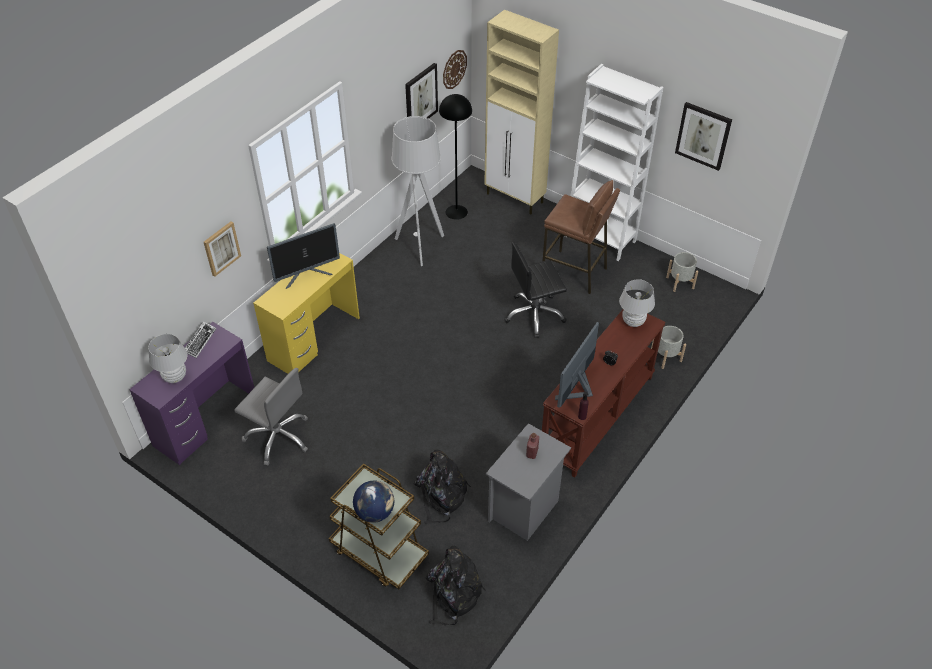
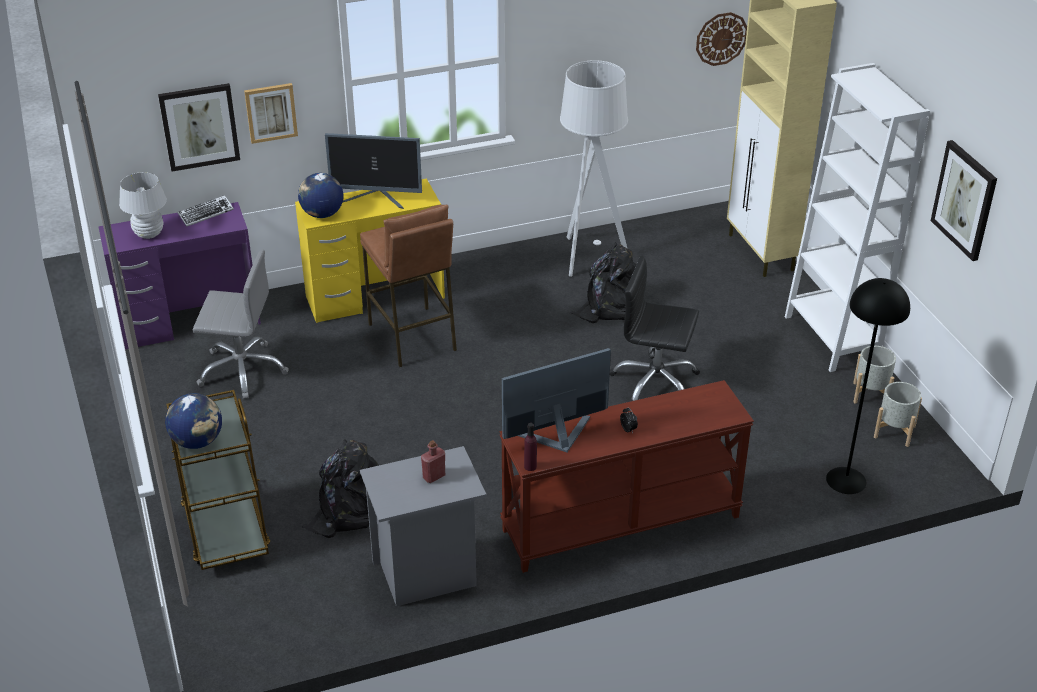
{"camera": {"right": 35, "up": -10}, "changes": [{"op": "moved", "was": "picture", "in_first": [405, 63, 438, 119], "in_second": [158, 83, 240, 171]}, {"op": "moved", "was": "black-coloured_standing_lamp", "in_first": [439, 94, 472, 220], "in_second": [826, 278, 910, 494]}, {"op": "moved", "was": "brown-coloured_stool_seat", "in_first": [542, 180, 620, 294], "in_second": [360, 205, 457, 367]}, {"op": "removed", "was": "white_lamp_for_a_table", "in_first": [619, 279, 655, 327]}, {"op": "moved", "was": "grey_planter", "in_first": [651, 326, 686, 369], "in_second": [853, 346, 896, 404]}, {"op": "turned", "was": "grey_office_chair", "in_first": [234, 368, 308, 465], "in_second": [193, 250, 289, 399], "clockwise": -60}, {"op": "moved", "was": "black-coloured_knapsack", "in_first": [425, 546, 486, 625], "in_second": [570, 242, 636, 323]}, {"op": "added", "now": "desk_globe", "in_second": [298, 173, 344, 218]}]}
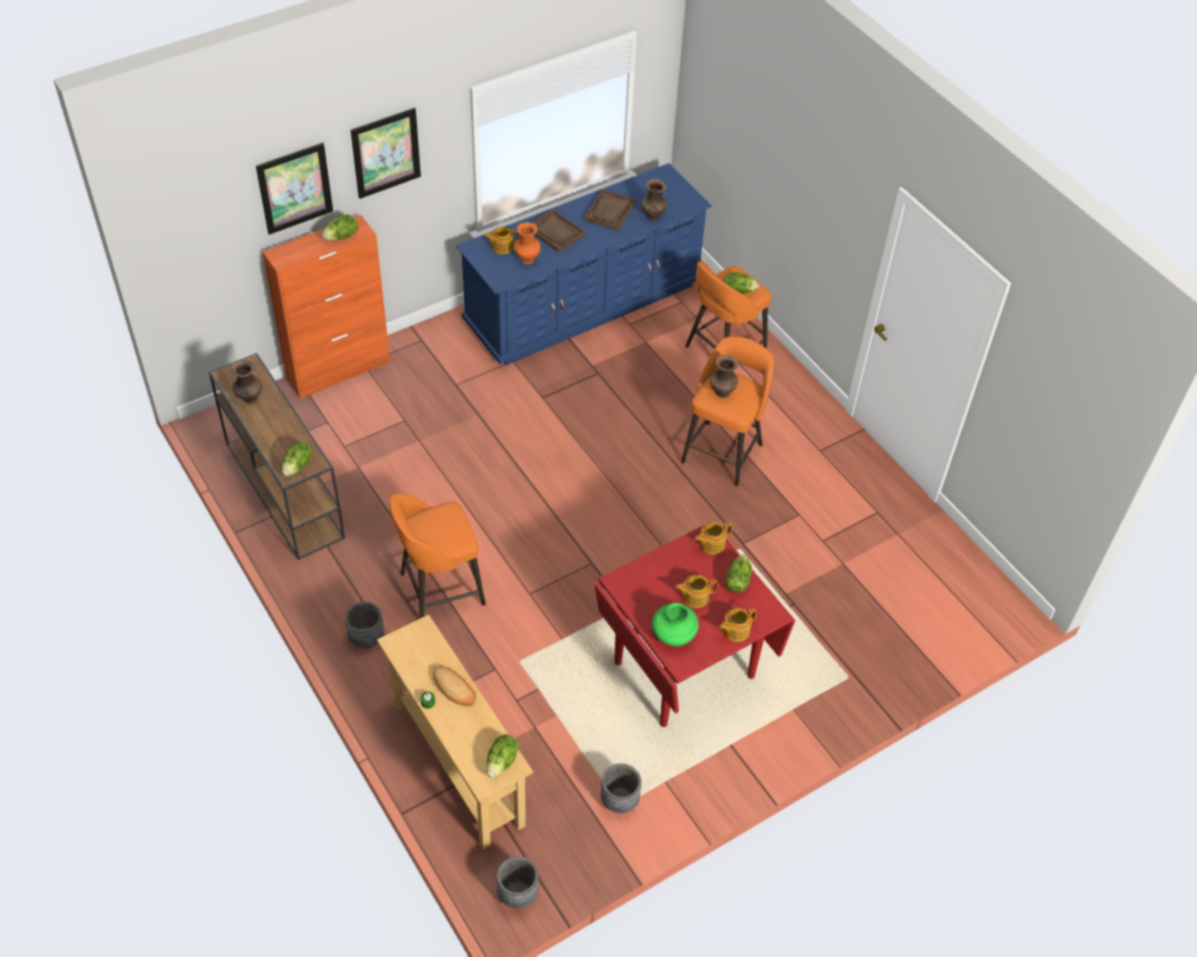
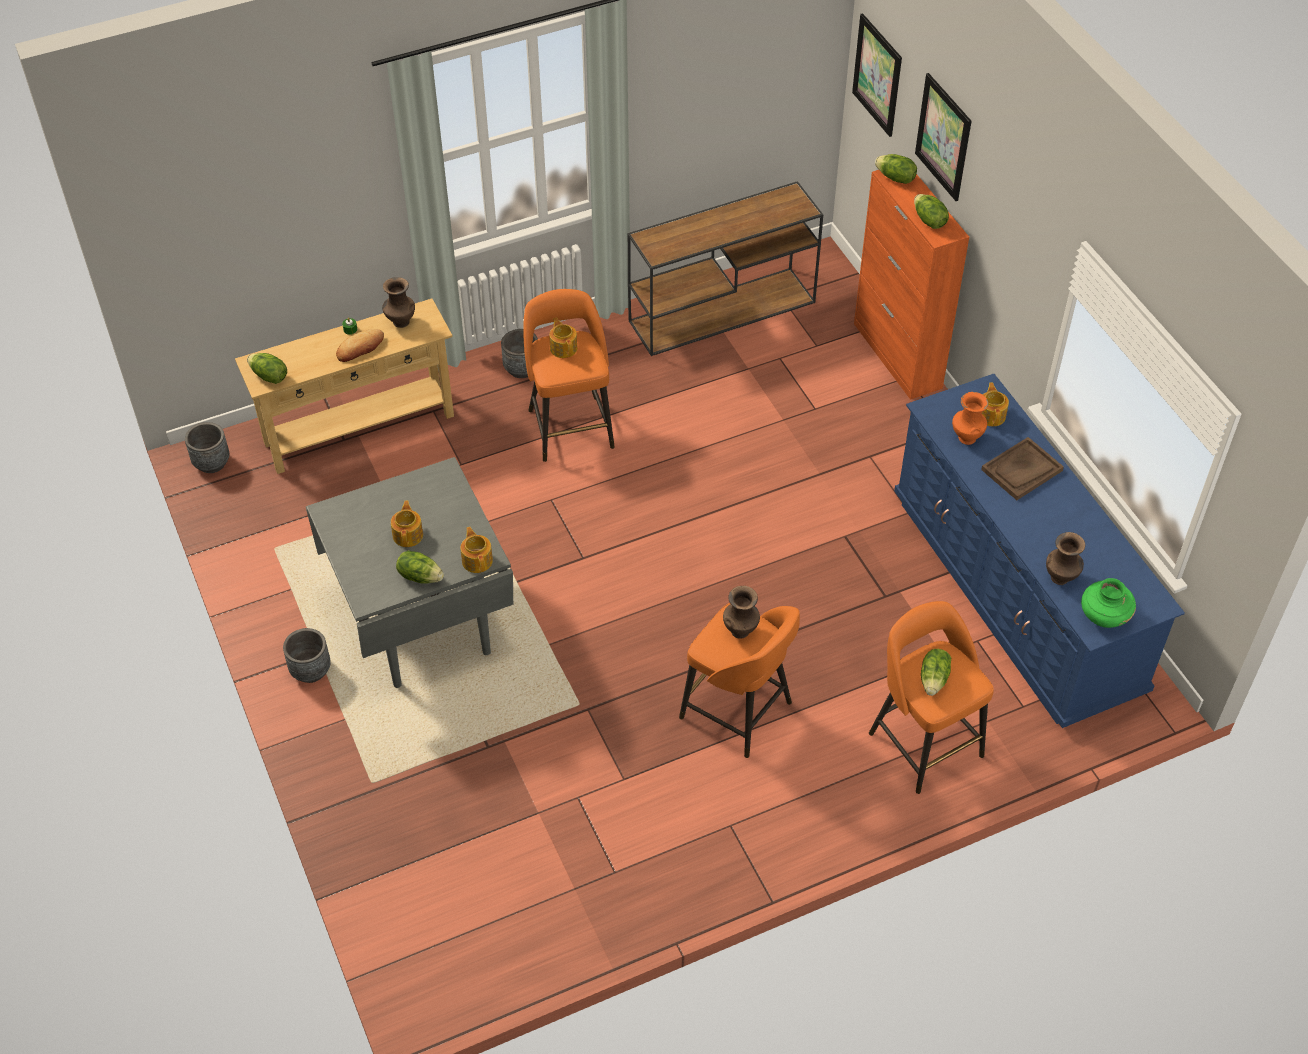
{"camera": {"right": 100, "up": 0}, "changes": [{"op": "moved", "was": "picture", "in_first": [351, 108, 421, 199], "in_second": [852, 13, 902, 137]}, {"op": "removed", "was": "brown-coloured_carrying_tray", "in_first": [584, 189, 636, 231]}, {"op": "moved", "was": "brown-coloured_flower_vase", "in_first": [231, 360, 262, 404], "in_second": [382, 277, 415, 328]}, {"op": "moved", "was": "lettuce", "in_first": [282, 441, 312, 476], "in_second": [875, 154, 917, 184]}, {"op": "recoloured", "was": "reddish_dinner_table", "now": "grey_dinner_table", "in_first": [594, 522, 795, 727], "in_second": [306, 457, 513, 688]}, {"op": "moved", "was": "greenish_flower_vase", "in_first": [652, 603, 699, 646], "in_second": [1081, 578, 1136, 628]}, {"op": "moved", "was": "pot_for_tea", "in_first": [719, 608, 757, 642], "in_second": [549, 318, 577, 358]}, {"op": "moved", "was": "grey_planter", "in_first": [601, 763, 641, 813], "in_second": [283, 628, 331, 683]}]}
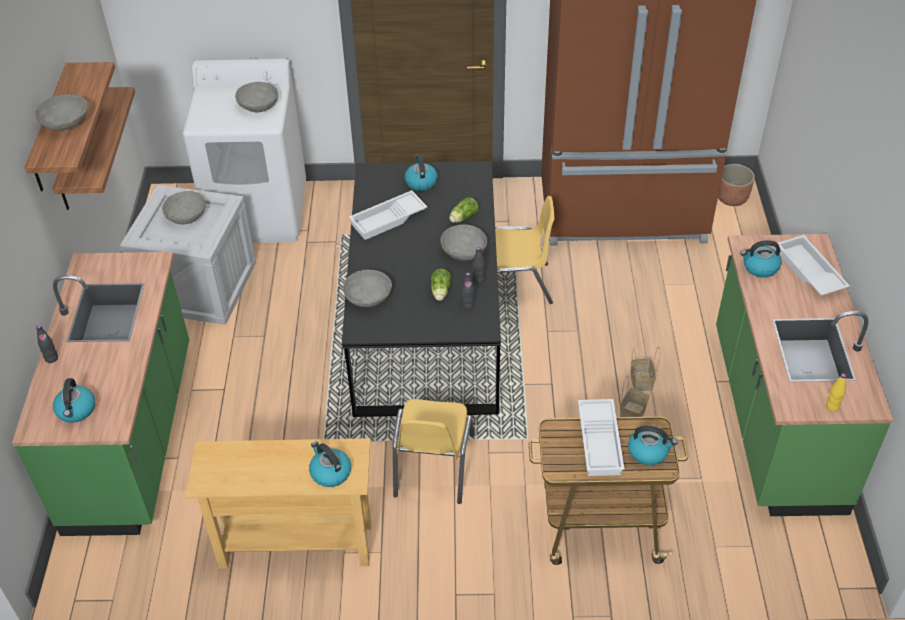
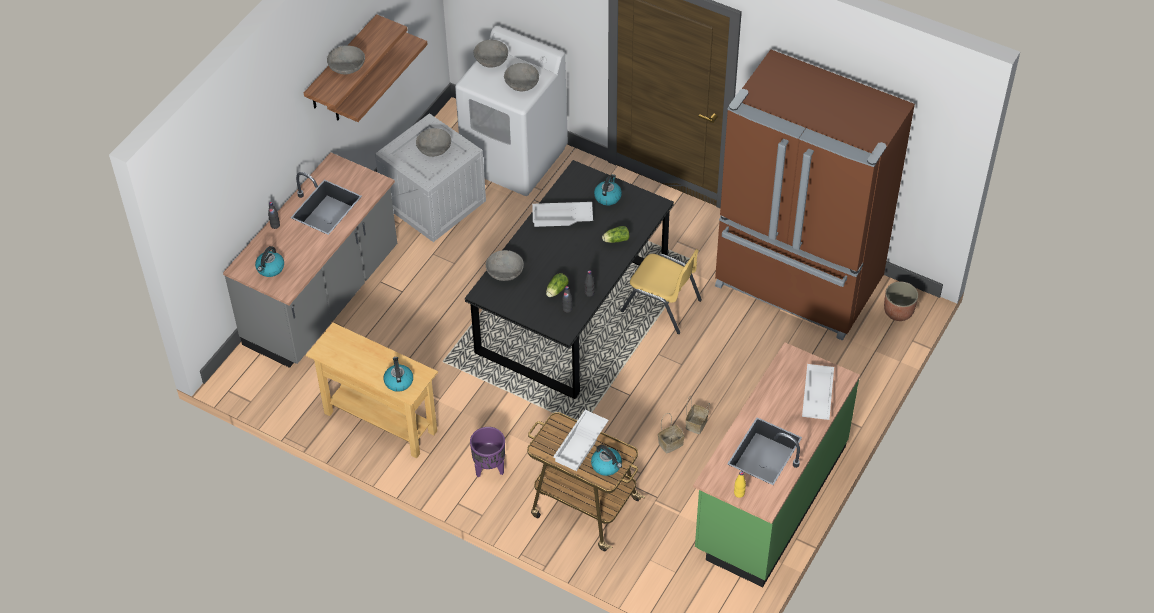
{"camera": {"right": 30, "up": 5}, "changes": [{"op": "moved", "was": "grey_serving_bowl", "in_first": [441, 225, 487, 261], "in_second": [473, 40, 508, 68]}, {"op": "removed", "was": "tea_kettle", "in_first": [740, 240, 782, 278]}, {"op": "recoloured", "was": "greenish_kitchen_counter", "now": "grey_kitchen_counter", "in_first": [12, 252, 189, 536], "in_second": [223, 152, 397, 368]}, {"op": "removed", "was": "yellowish_upright_chair", "in_first": [393, 399, 474, 504]}, {"op": "added", "now": "purple-coloured_planter", "in_second": [470, 427, 505, 477]}]}
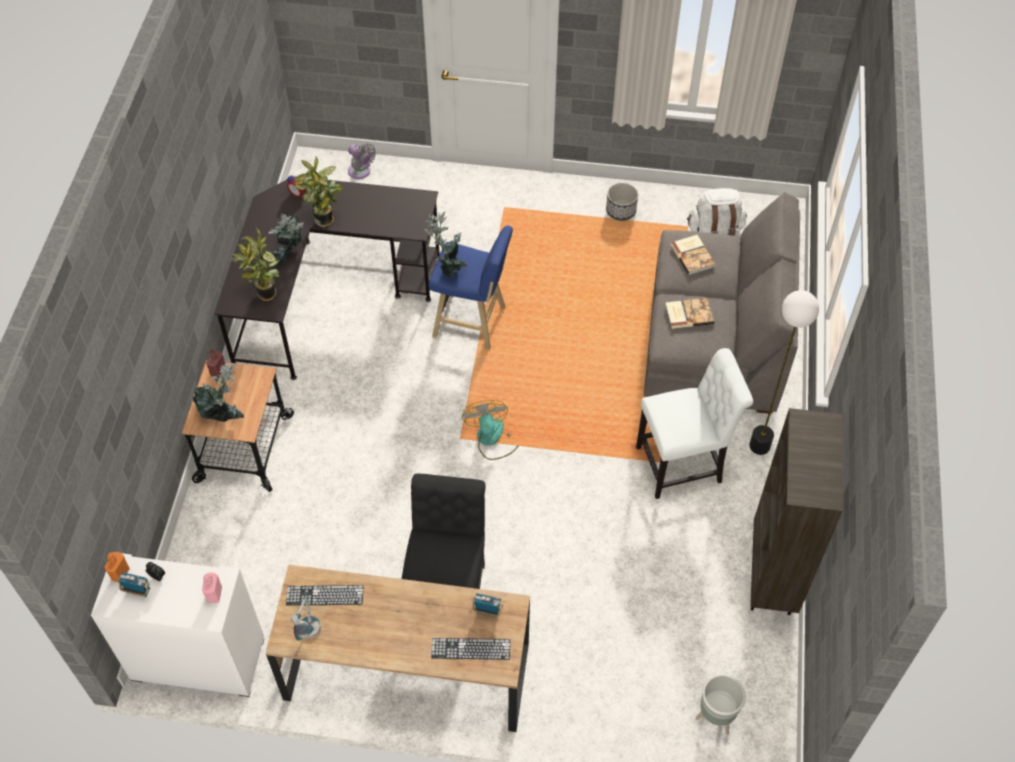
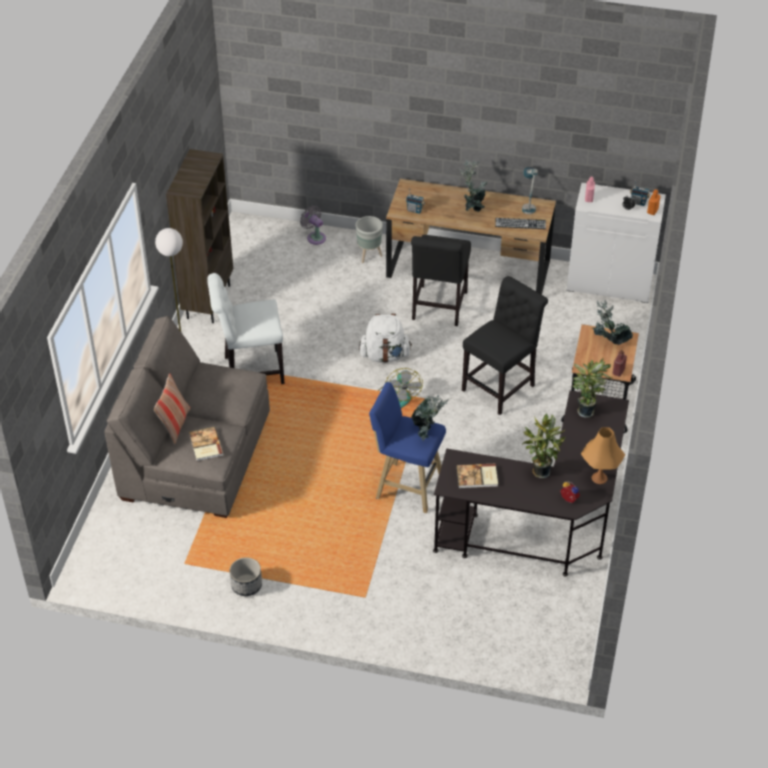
{"camera": {"right": -175, "up": -10}, "changes": [{"op": "moved", "was": "grey_cooling_fan", "in_first": [348, 143, 376, 179], "in_second": [300, 206, 326, 245]}, {"op": "moved", "was": "white_knapsack", "in_first": [687, 188, 747, 236], "in_second": [359, 314, 412, 363]}, {"op": "moved", "was": "potted_plant", "in_first": [269, 214, 304, 260], "in_second": [459, 159, 488, 212]}, {"op": "moved", "was": "volume", "in_first": [665, 298, 714, 329], "in_second": [456, 464, 498, 488]}, {"op": "removed", "was": "computer_keyboard", "in_first": [431, 638, 510, 660]}, {"op": "moved", "was": "grey_planter", "in_first": [696, 674, 746, 735], "in_second": [355, 216, 383, 263]}, {"op": "added", "now": "black-coloured_upright_chair", "in_second": [462, 276, 548, 415]}, {"op": "added", "now": "pillow", "in_second": [154, 373, 190, 445]}, {"op": "added", "now": "orange_lamp_for_a_table", "in_second": [581, 427, 625, 484]}]}
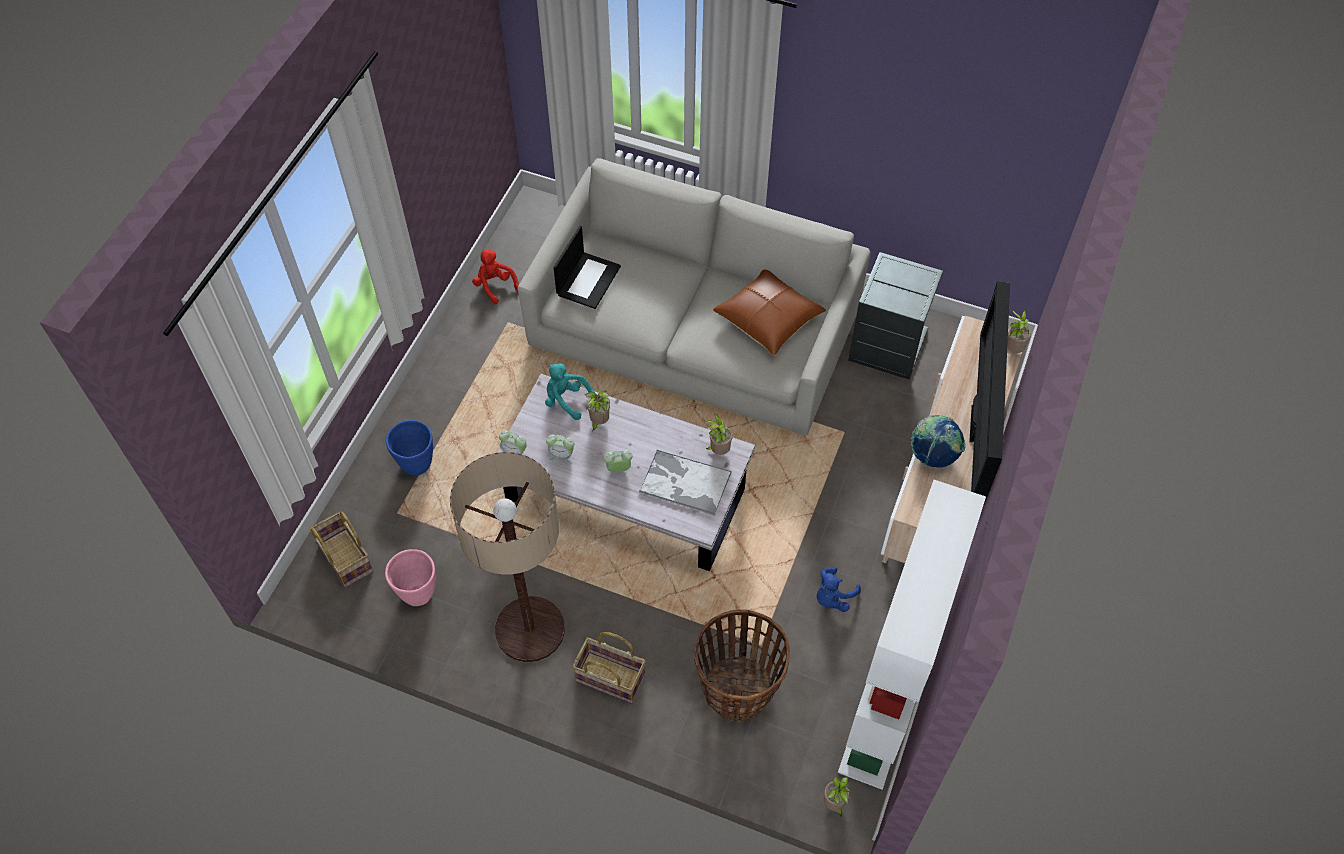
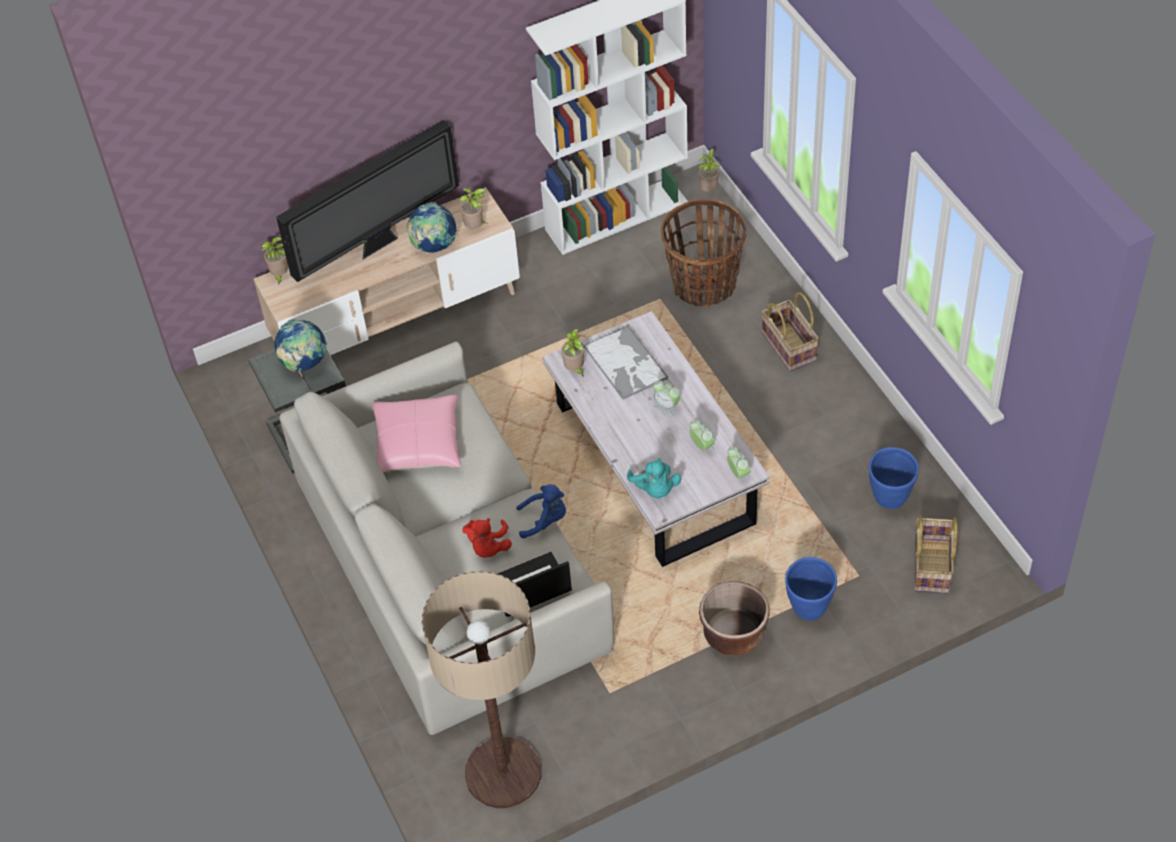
{"camera": {"right": -135, "up": -5}, "changes": [{"op": "moved", "was": "reddish_cuddly_toy", "in_first": [472, 249, 519, 304], "in_second": [463, 518, 512, 558]}, {"op": "recoloured", "was": "brown-coloured_pillow", "now": "pink-coloured_pillow", "in_first": [713, 270, 826, 356], "in_second": [372, 395, 461, 472]}, {"op": "moved", "was": "potted_plant", "in_first": [585, 390, 610, 431], "in_second": [460, 188, 486, 229]}, {"op": "moved", "was": "standing_lamp", "in_first": [450, 452, 565, 662], "in_second": [422, 571, 541, 808]}, {"op": "recoloured", "was": "pink-coloured_planter", "now": "blue_planter", "in_first": [385, 549, 436, 606], "in_second": [869, 447, 919, 509]}, {"op": "moved", "was": "blue_cuddly_toy", "in_first": [816, 567, 861, 612], "in_second": [516, 484, 566, 538]}, {"op": "added", "now": "desk_globe", "in_second": [274, 319, 327, 372]}, {"op": "added", "now": "brown-coloured_planter", "in_second": [699, 581, 770, 655]}]}
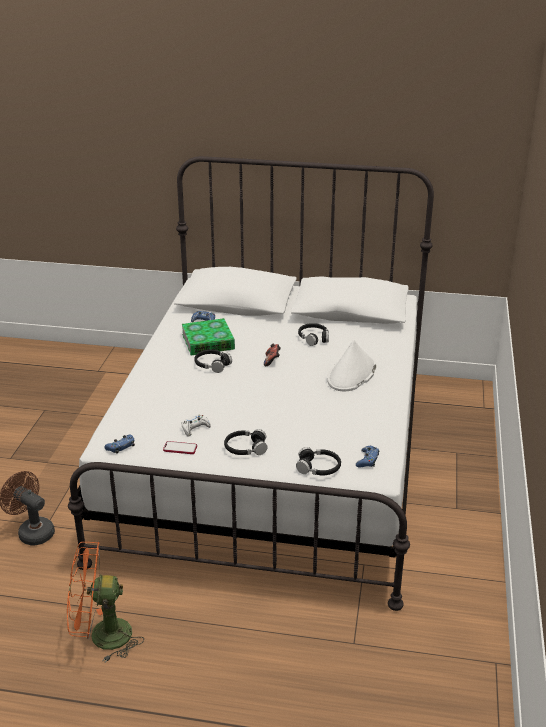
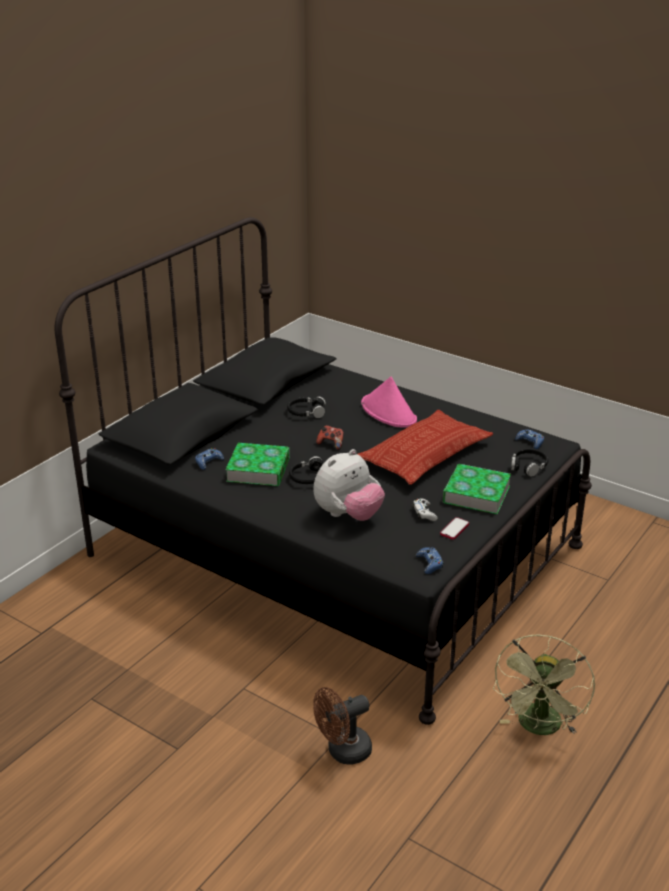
{"camera": {"right": -65, "up": 0}, "changes": [{"op": "recoloured", "was": "white_sleeping_bed", "now": "black-coloured_sleeping_bed", "in_first": [68, 156, 434, 611], "in_second": [54, 217, 592, 725]}, {"op": "recoloured", "was": "white_wearable_hat", "now": "pink-coloured_wearable_hat", "in_first": [327, 340, 376, 391], "in_second": [361, 377, 417, 428]}, {"op": "replaced", "was": "black-coloured_headphones", "now": "volume", "in_first": [224, 429, 268, 455], "in_second": [443, 464, 511, 514]}, {"op": "recoloured", "was": "orange_cooling_fan", "now": "greenish_cooling_fan", "in_first": [67, 541, 144, 662], "in_second": [493, 634, 595, 735]}, {"op": "added", "now": "pillow", "in_second": [357, 410, 493, 485]}, {"op": "added", "now": "cuddly_toy", "in_second": [313, 449, 385, 521]}]}
